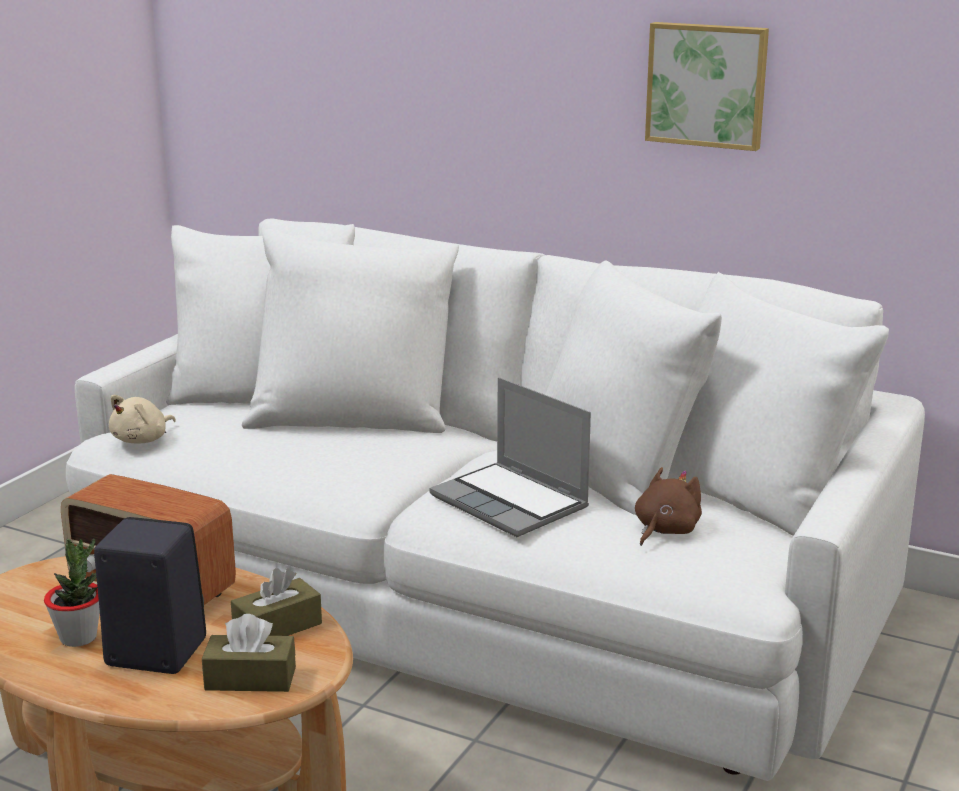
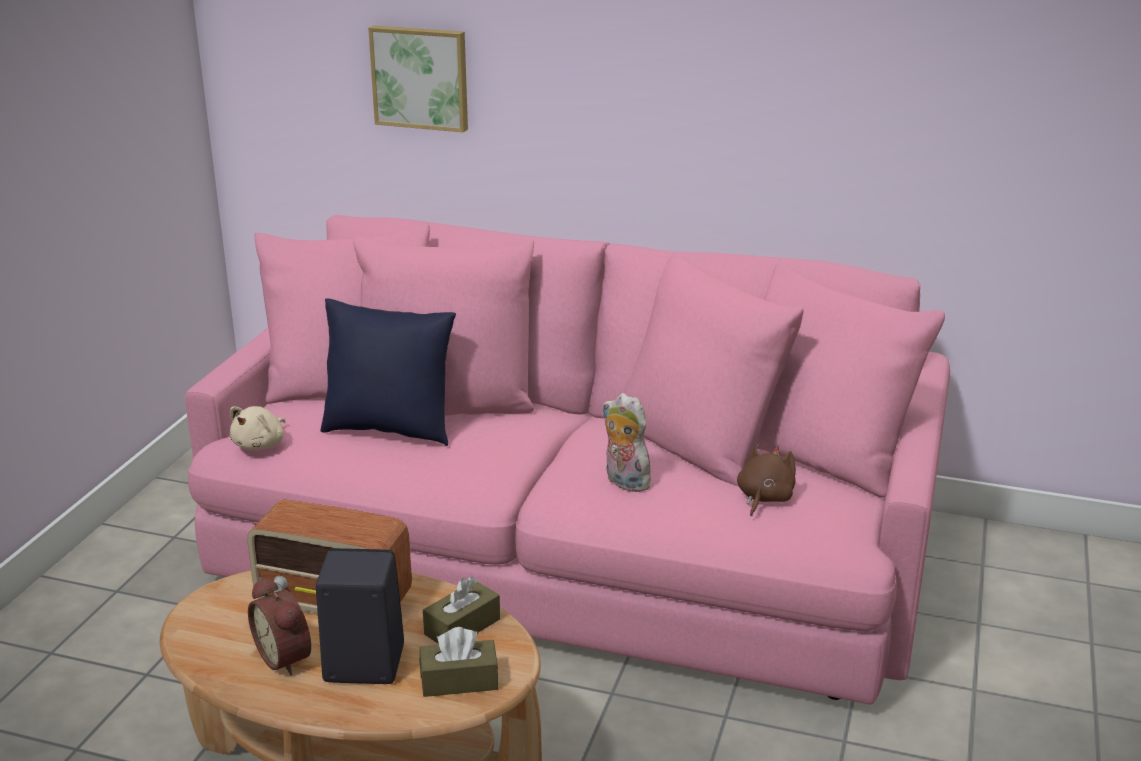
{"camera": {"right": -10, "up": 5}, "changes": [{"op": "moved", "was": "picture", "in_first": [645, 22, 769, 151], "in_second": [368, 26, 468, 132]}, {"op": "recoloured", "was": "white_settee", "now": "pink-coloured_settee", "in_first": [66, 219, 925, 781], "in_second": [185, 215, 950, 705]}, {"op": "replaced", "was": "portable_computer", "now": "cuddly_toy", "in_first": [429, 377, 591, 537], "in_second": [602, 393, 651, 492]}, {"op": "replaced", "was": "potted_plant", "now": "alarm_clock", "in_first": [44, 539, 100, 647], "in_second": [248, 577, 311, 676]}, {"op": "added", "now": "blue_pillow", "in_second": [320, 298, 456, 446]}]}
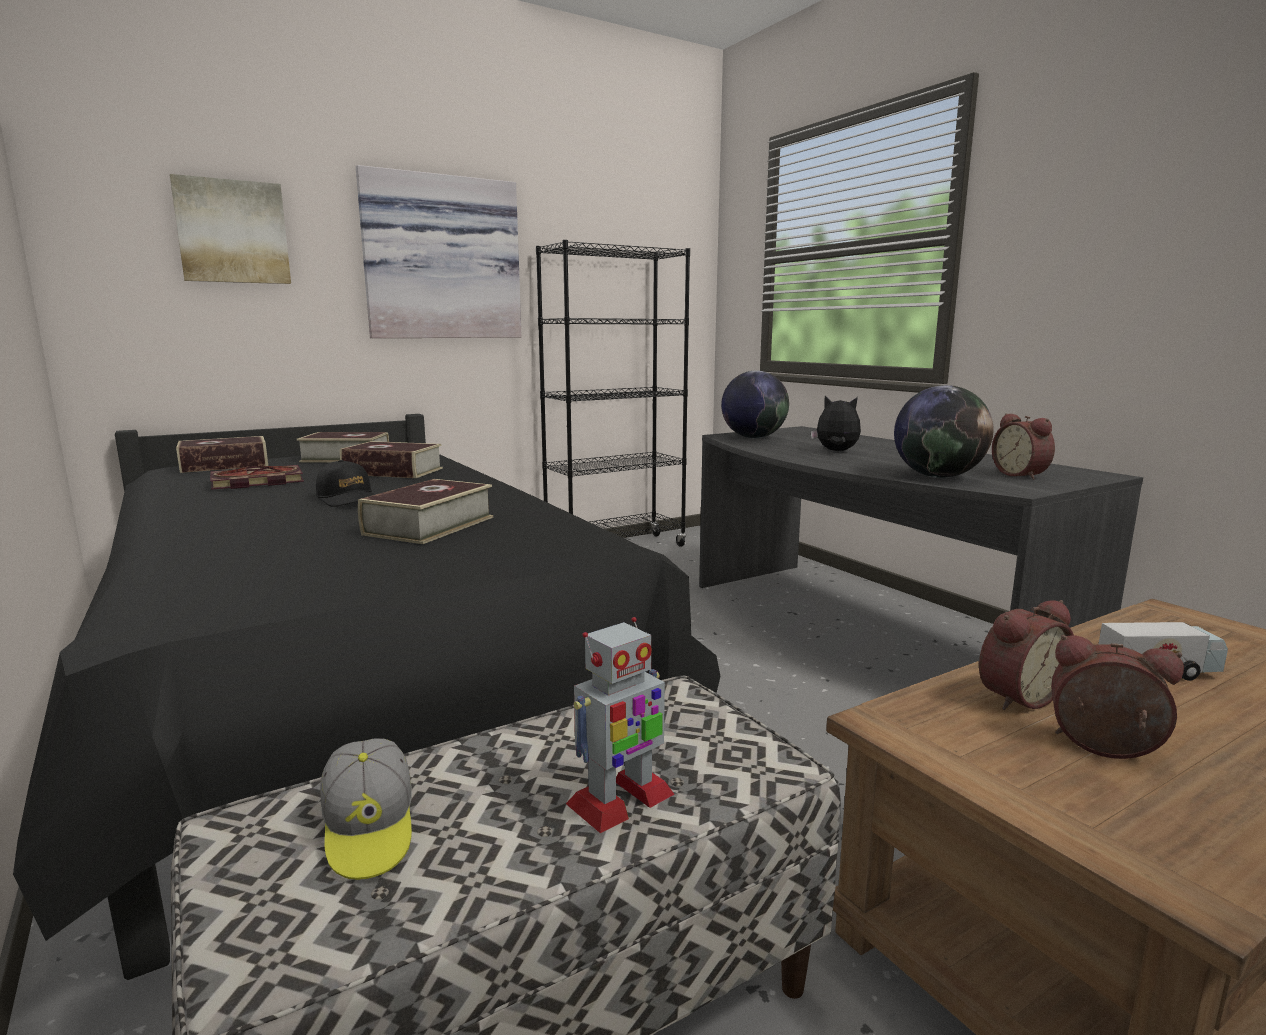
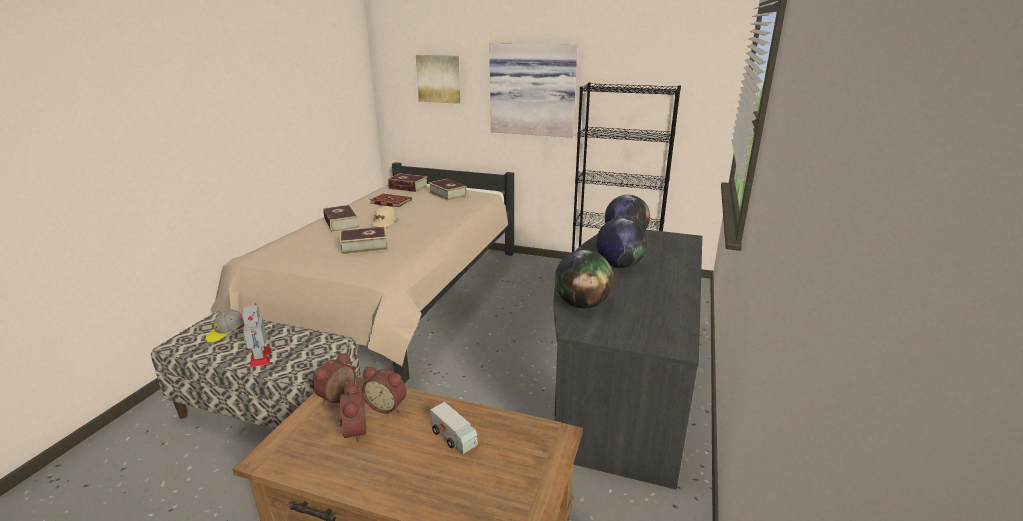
{"camera": {"right": 50, "up": 10}, "changes": [{"op": "replaced", "was": "cuddly_toy", "now": "desk_globe", "in_first": [811, 396, 861, 451], "in_second": [596, 218, 647, 268]}, {"op": "moved", "was": "alarm_clock", "in_first": [992, 413, 1055, 480], "in_second": [313, 352, 356, 405]}, {"op": "recoloured", "was": "black-coloured_sleeping_bed", "now": "beige_sleeping_bed", "in_first": [13, 414, 721, 980], "in_second": [211, 162, 514, 383]}, {"op": "moved", "was": "volume", "in_first": [340, 441, 443, 478], "in_second": [323, 205, 360, 233]}, {"op": "recoloured", "was": "black-coloured_baseball_cap", "now": "beige_baseball_cap", "in_first": [316, 460, 374, 507], "in_second": [371, 206, 397, 227]}, {"op": "turned", "was": "toy_robot", "in_first": [566, 617, 675, 833], "in_second": [242, 303, 271, 367], "clockwise": 60}]}
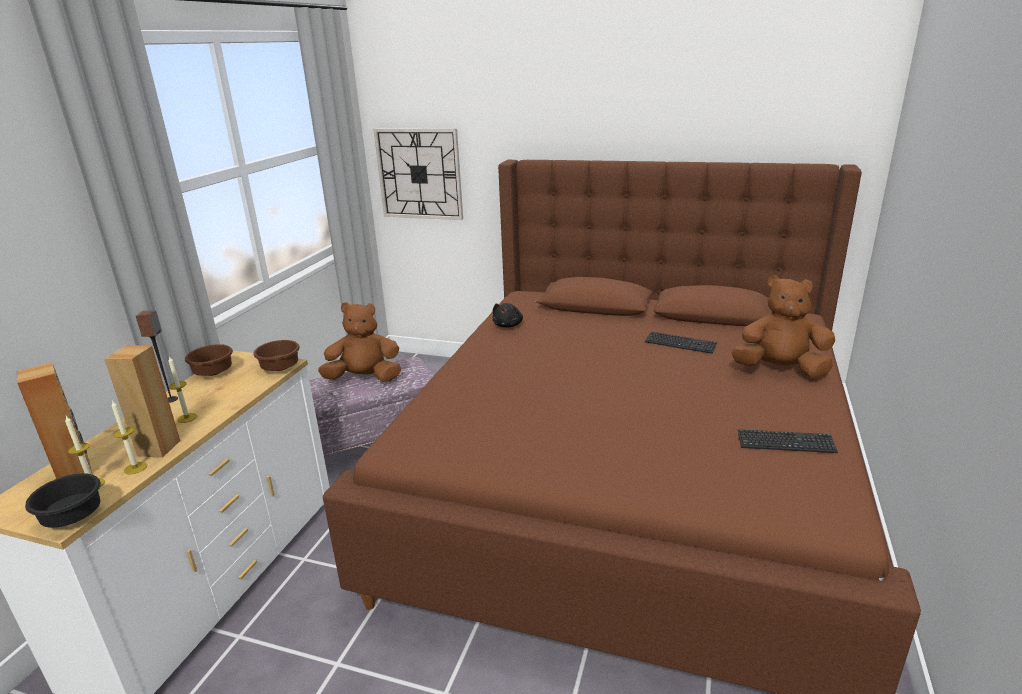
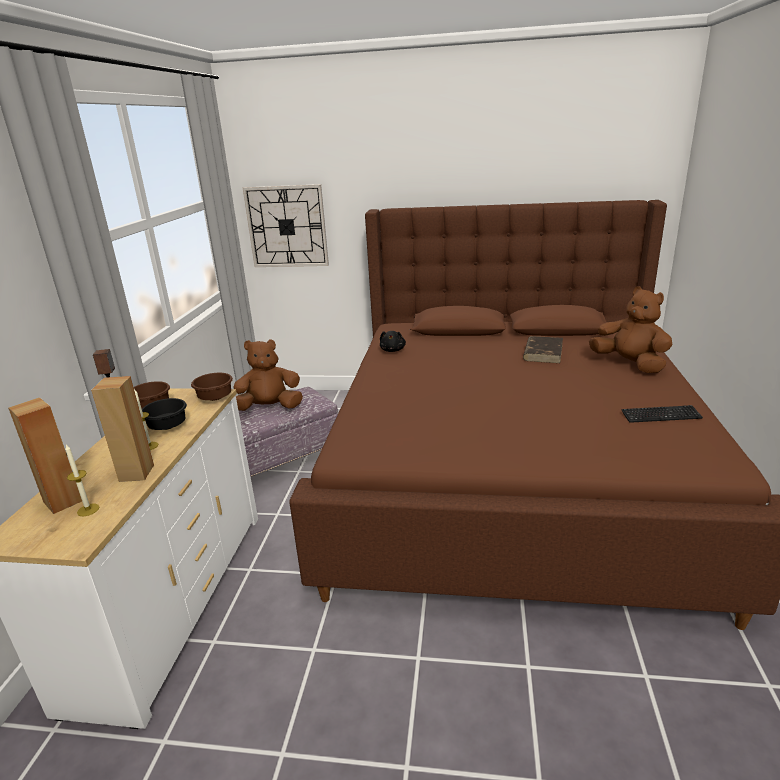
{"camera": {"right": -10, "up": 0}, "changes": [{"op": "turned", "was": "brown-coloured_cuddly_toy", "in_first": [731, 275, 835, 378], "in_second": [589, 286, 672, 373], "clockwise": 45}, {"op": "replaced", "was": "computer_keyboard", "now": "brown-coloured_volume", "in_first": [645, 332, 717, 354], "in_second": [523, 336, 563, 363]}, {"op": "removed", "was": "candle", "in_first": [111, 400, 147, 475]}, {"op": "moved", "was": "black-coloured_serving_bowl", "in_first": [25, 473, 101, 528], "in_second": [142, 398, 187, 430]}]}
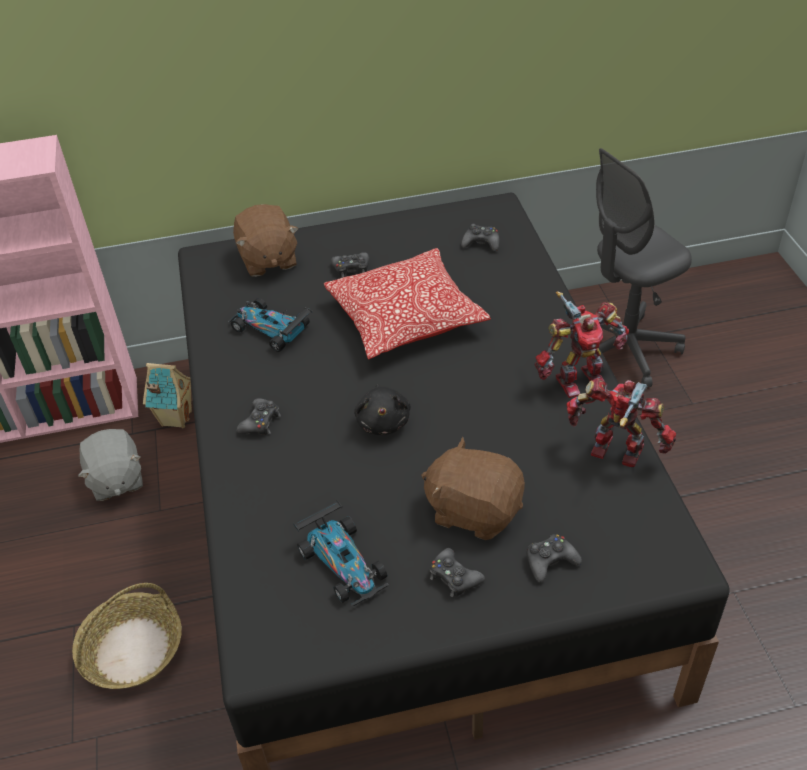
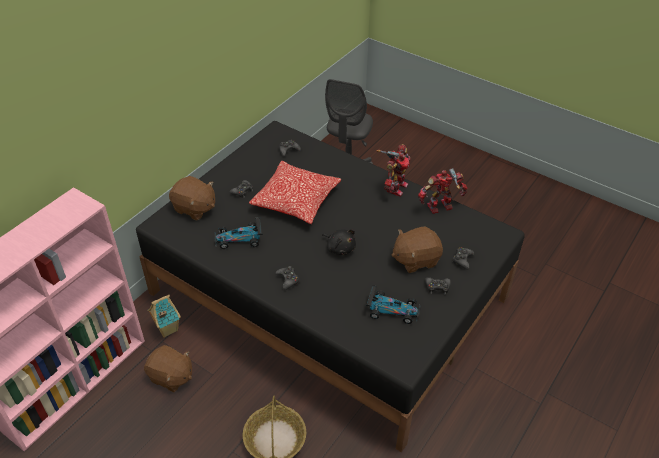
{"camera": {"right": -45, "up": 0}, "changes": [{"op": "recoloured", "was": "grey_cuddly_toy", "now": "brown-coloured_cuddly_toy", "in_first": [78, 429, 143, 501], "in_second": [144, 345, 192, 392]}]}
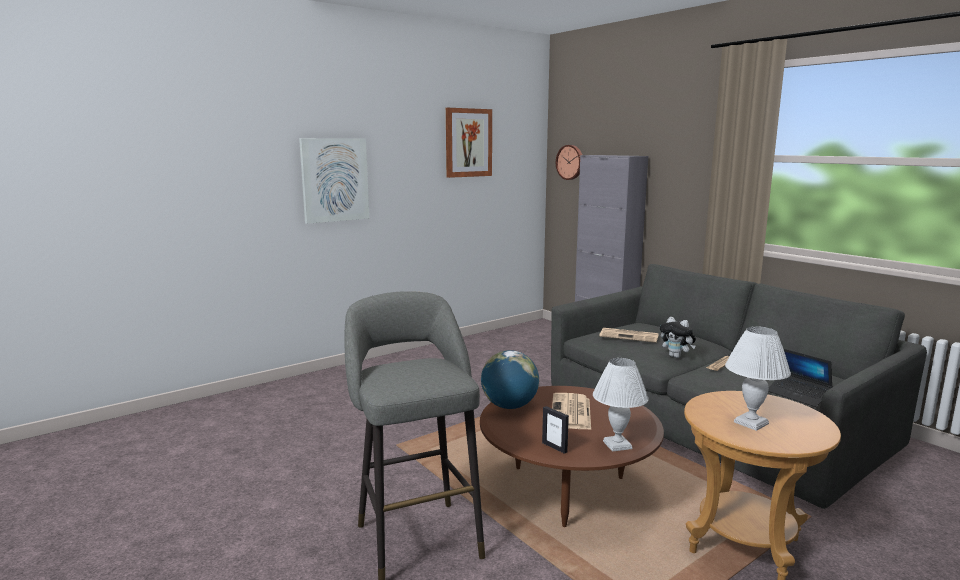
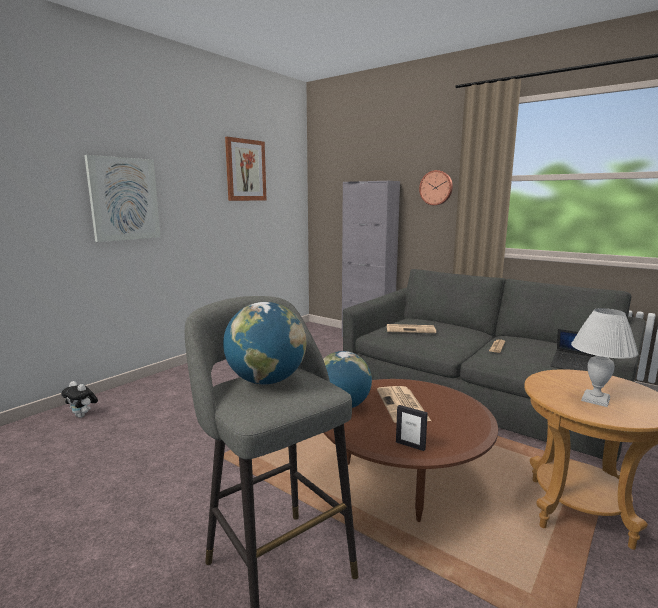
{"camera": {"right": -15, "up": 0}, "changes": [{"op": "moved", "was": "hanging_clock", "in_first": [556, 145, 582, 180], "in_second": [419, 170, 453, 205]}, {"op": "moved", "was": "cuddly_toy", "in_first": [660, 317, 696, 358], "in_second": [61, 381, 98, 418]}, {"op": "removed", "was": "white_lamp_for_a_table", "in_first": [593, 358, 649, 452]}, {"op": "added", "now": "desk_globe", "in_second": [223, 302, 306, 385]}]}
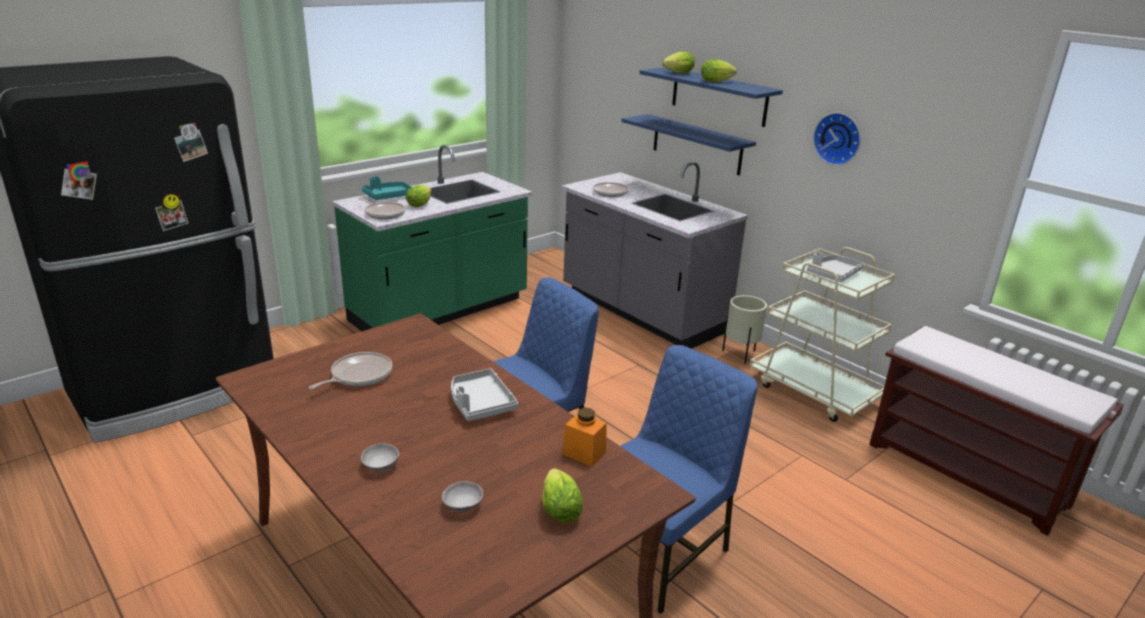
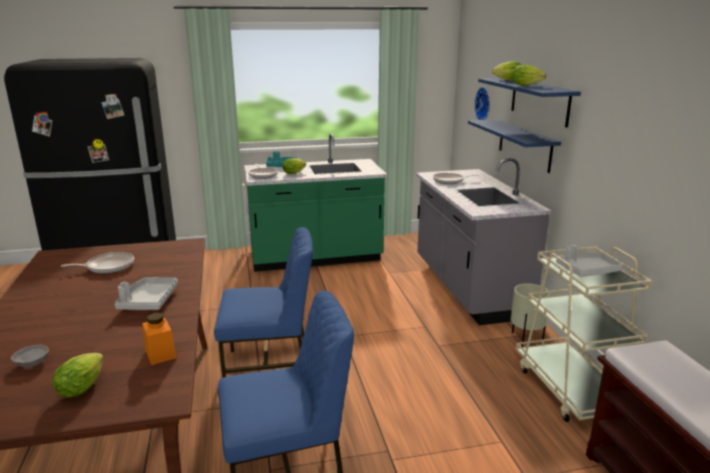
{"camera": {"right": 30, "up": -5}, "changes": [{"op": "moved", "was": "hanging_clock", "in_first": [813, 113, 861, 165], "in_second": [474, 87, 490, 120]}, {"op": "removed", "was": "grey_serving_bowl", "in_first": [361, 444, 399, 472]}]}
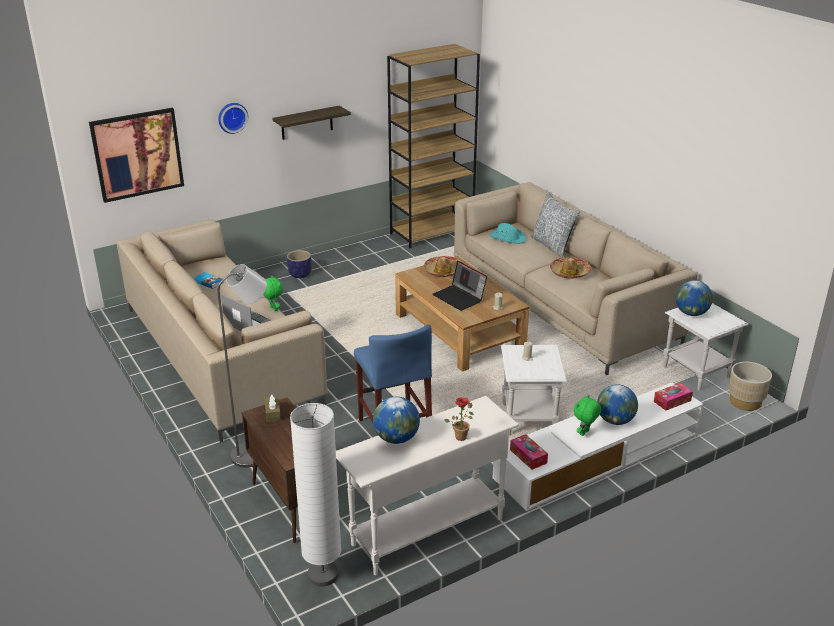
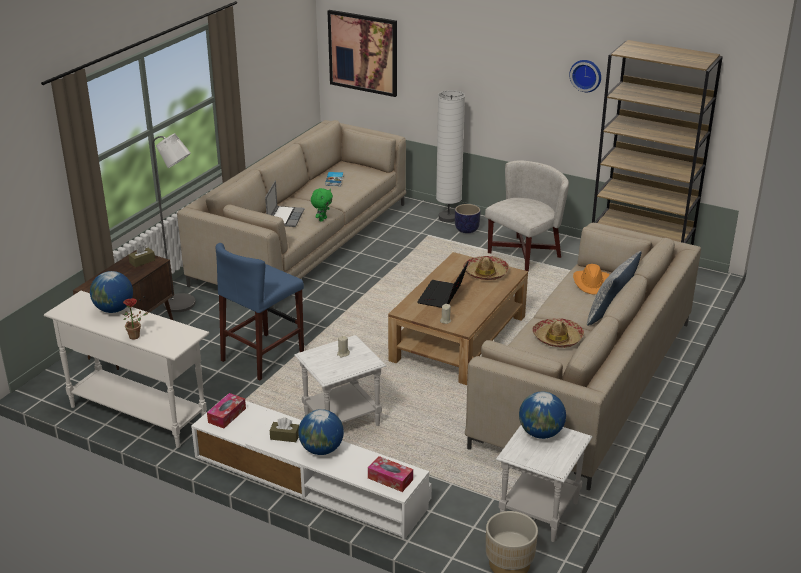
{"camera": {"right": 60, "up": 0}, "changes": [{"op": "moved", "was": "hanging_clock", "in_first": [218, 103, 248, 134], "in_second": [569, 60, 601, 92]}, {"op": "removed", "was": "shelf", "in_first": [272, 106, 351, 140]}, {"op": "recoloured", "was": "turquoise-coloured_wearable_hat", "now": "orange_wearable_hat", "in_first": [489, 223, 526, 244], "in_second": [573, 264, 609, 295]}, {"op": "replaced", "was": "greenish_cuddly_toy", "now": "brown-coloured_box_of_tissues", "in_first": [574, 395, 601, 436], "in_second": [270, 418, 299, 442]}, {"op": "moved", "was": "white_standing_lamp", "in_first": [290, 403, 341, 587], "in_second": [436, 90, 465, 222]}, {"op": "added", "now": "white_easy_chair", "in_second": [485, 160, 569, 271]}]}
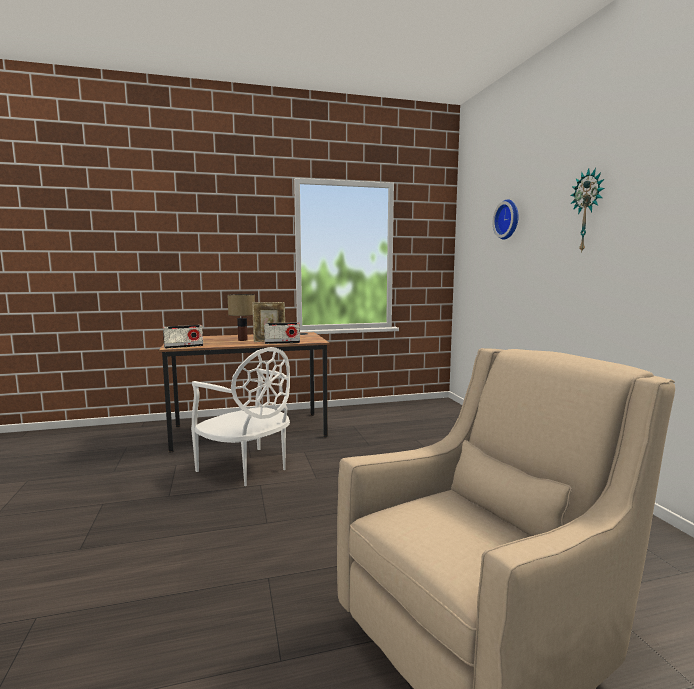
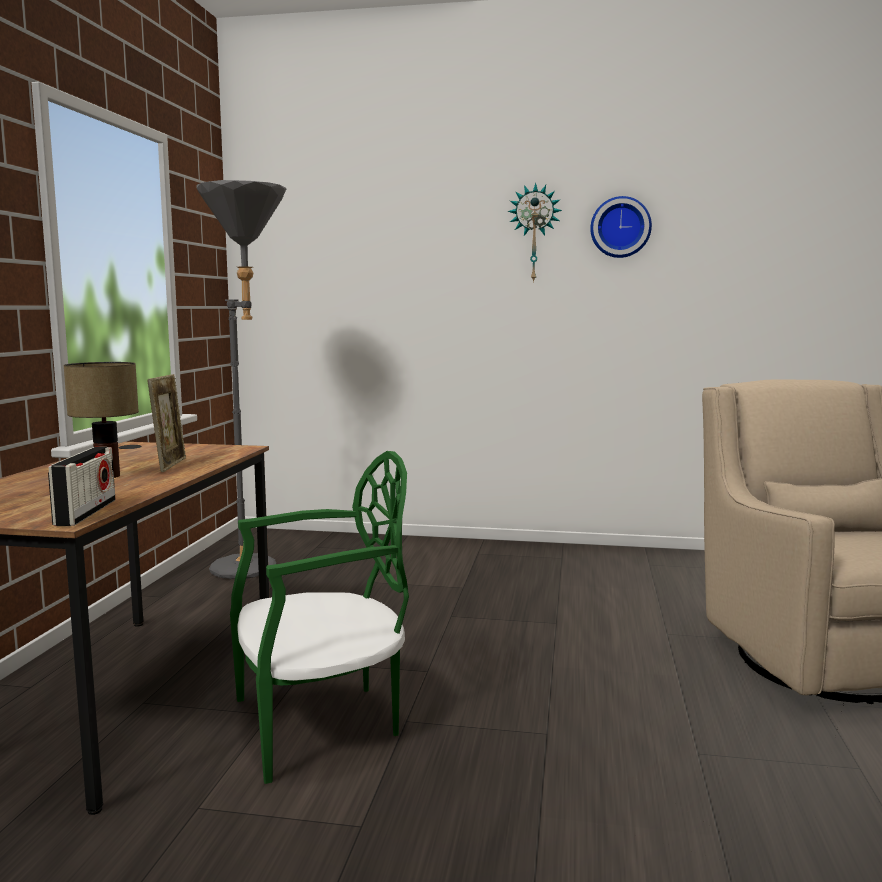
{"camera": {"right": -65, "up": 0}, "changes": [{"op": "moved", "was": "hanging_clock", "in_first": [493, 199, 519, 240], "in_second": [590, 196, 652, 258]}, {"op": "removed", "was": "radio_set", "in_first": [264, 322, 300, 344]}, {"op": "recoloured", "was": "white_upright_chair", "now": "greenish_upright_chair", "in_first": [191, 347, 290, 486], "in_second": [230, 451, 409, 784]}, {"op": "added", "now": "grey_standing_lamp", "in_second": [196, 180, 287, 579]}]}
